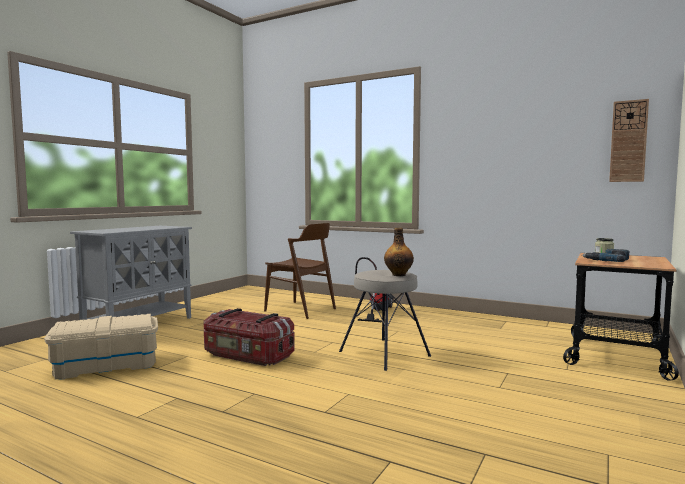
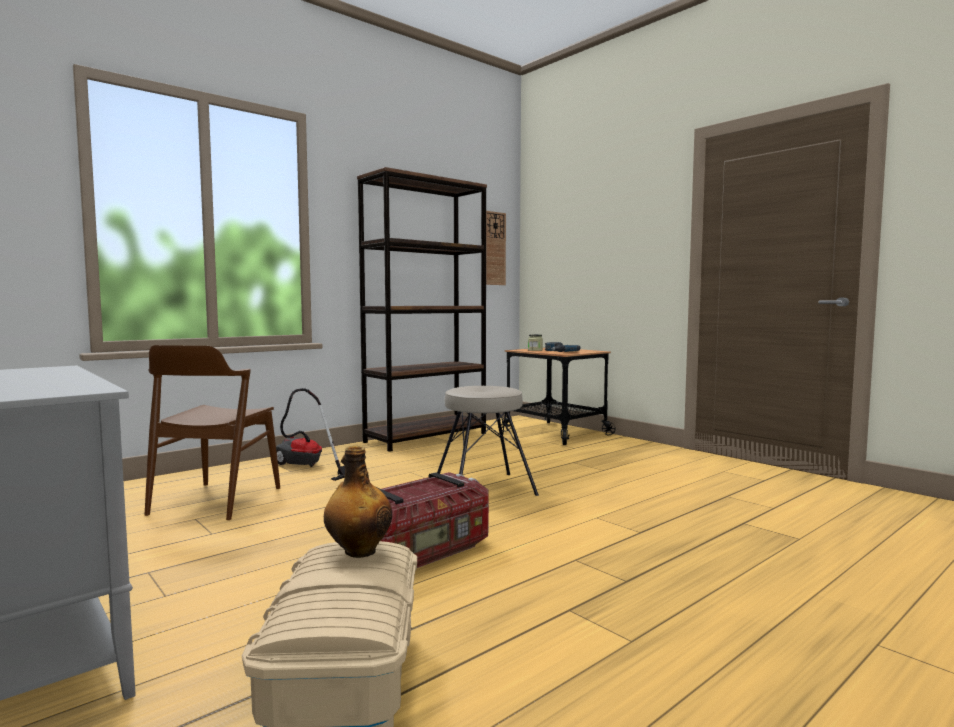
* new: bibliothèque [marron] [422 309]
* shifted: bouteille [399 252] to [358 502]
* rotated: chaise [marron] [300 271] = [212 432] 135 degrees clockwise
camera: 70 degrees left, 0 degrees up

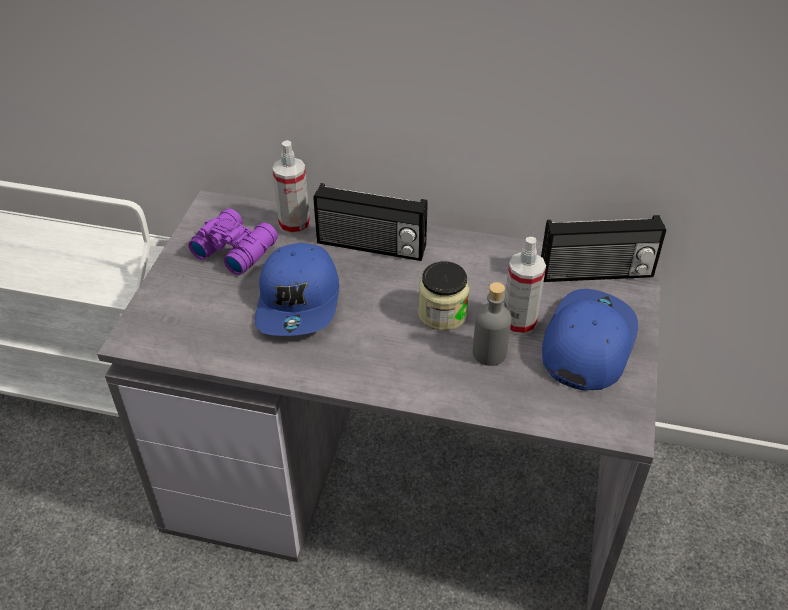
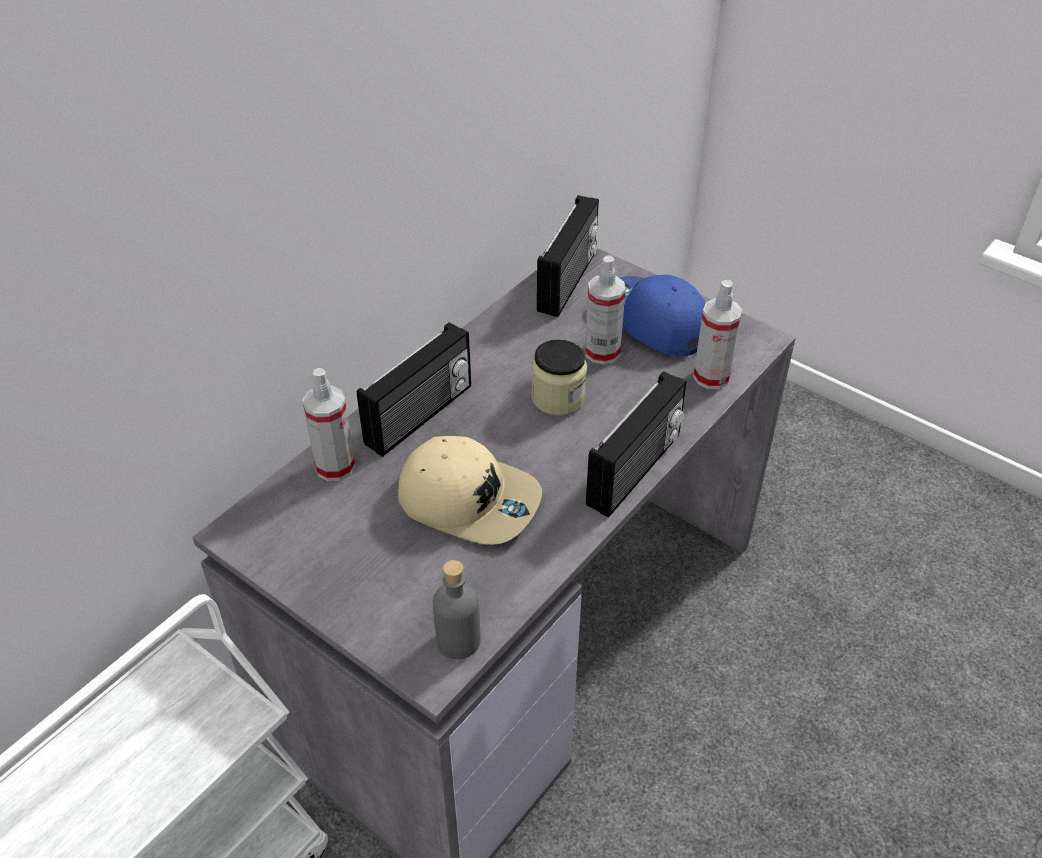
* gone: jumelles [violet] [233 242]
* new: radio [636 444]
* new: vaporisateur [717 334]
* shifted: bouteille [gris] [492 324] to [456 609]
* repainted: casquette [bleu] [297 289] to casquette [beige] [470 490]
camera: 65 degrees left, 0 degrees up

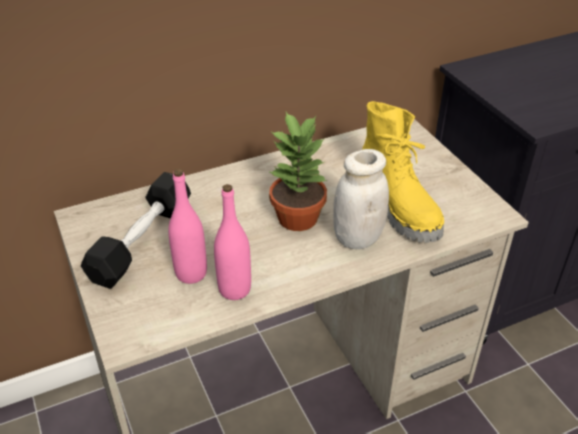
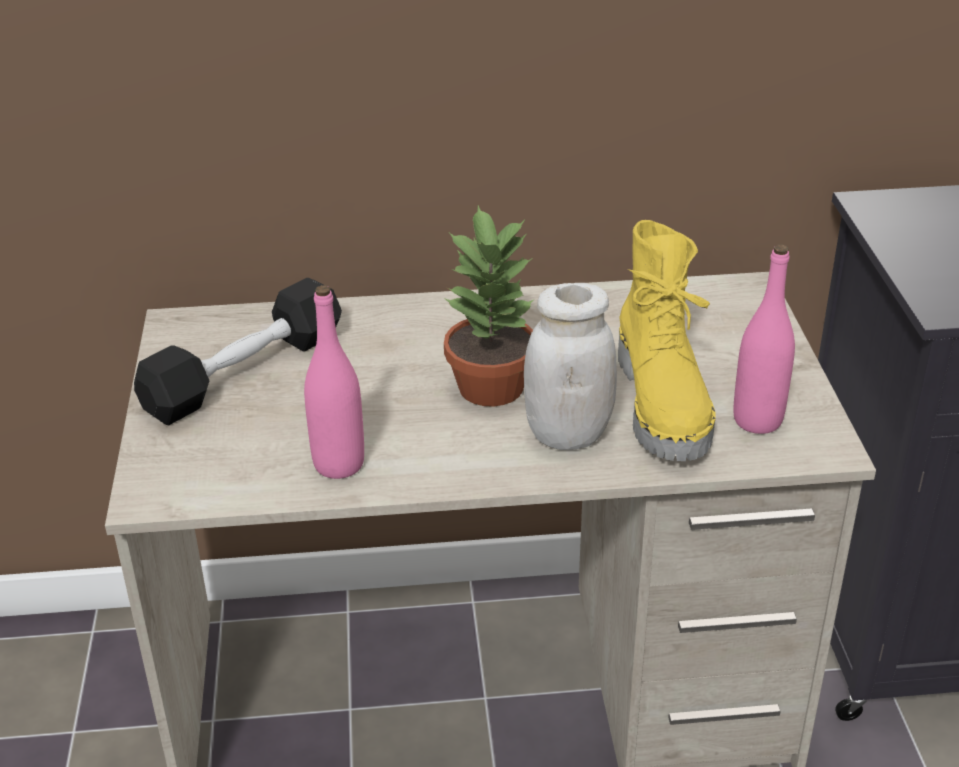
* shifted: bouteille [rose] [187 226] to [764 339]
camera: 20 degrees right, 5 degrees down

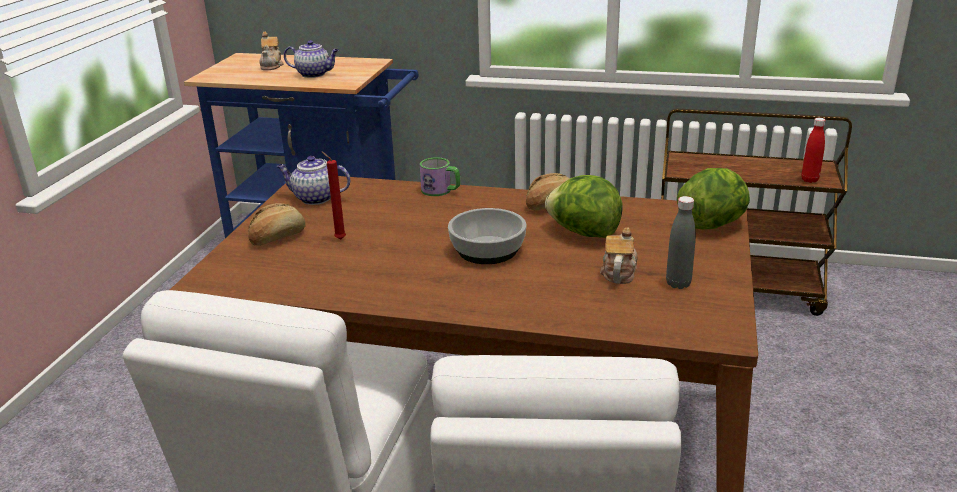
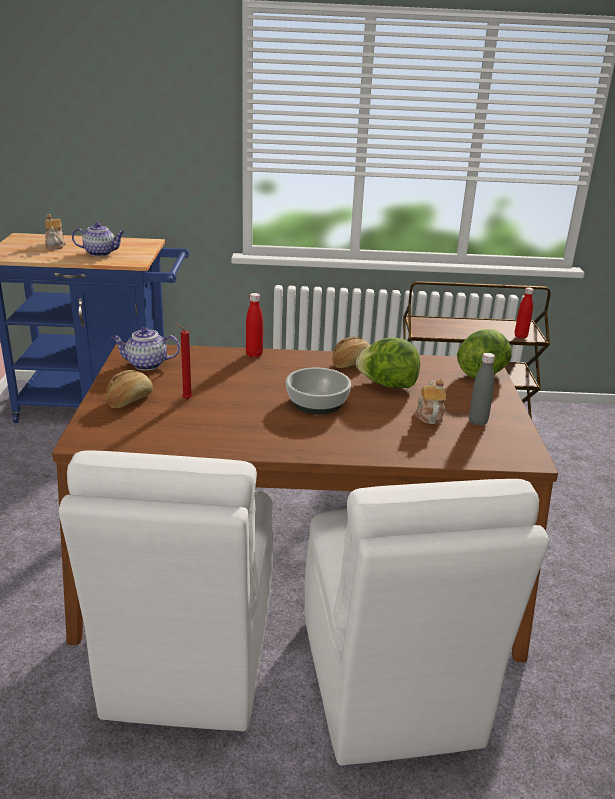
* swapped: mug [440 176] to bouteille [rouge] [254 325]
camera: 15 degrees left, 0 degrees up

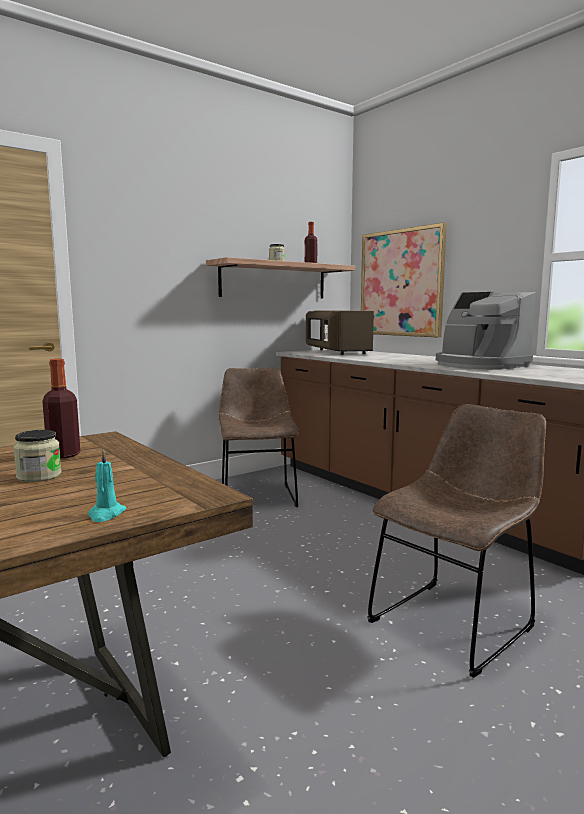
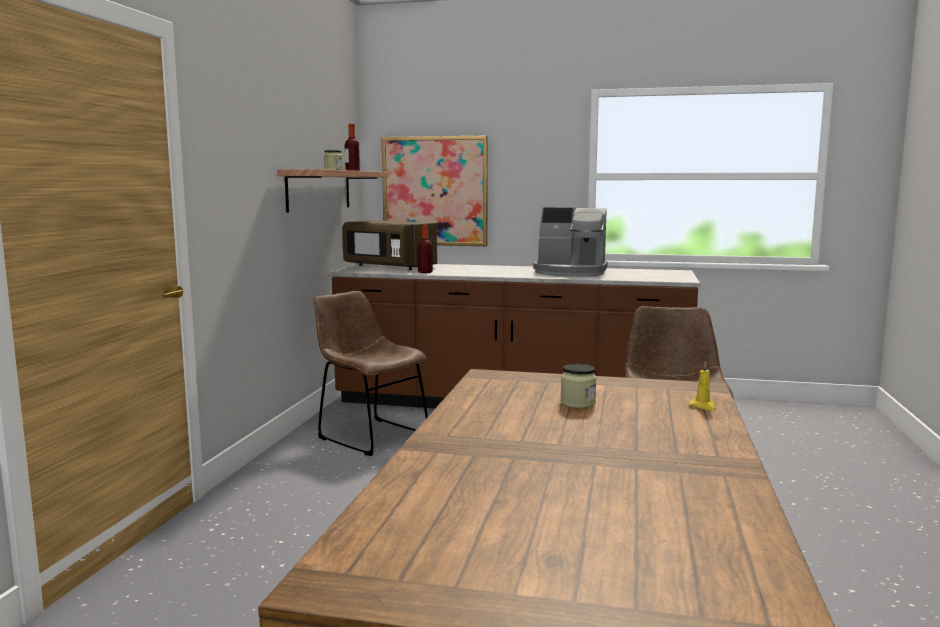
* shifted: bouteille [61 409] to [425 249]
* repainted: bougie [turquoise] [107 485] to bougie [jaune] [703 386]
camera: 40 degrees left, 0 degrees up

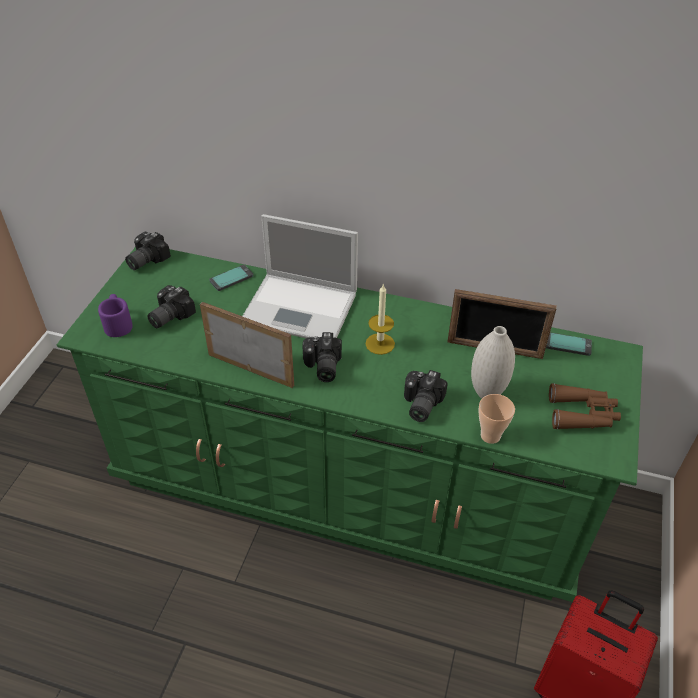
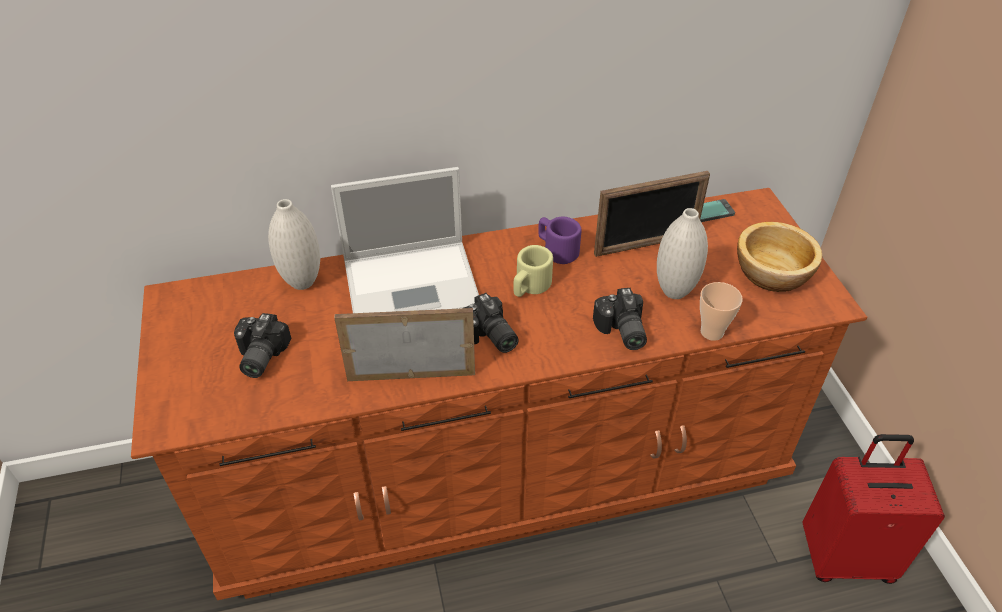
* gone: appareil photo [148 251]
* shifted: mug [violet] [115 315] to [560 240]
* swapped: téléphone [231 278] to vase [blanc] [294 244]
* swapped: bougie [380 320] to mug [beige] [533 271]
* swapped: jumelles [marron] [585 406] to bol [779 257]
* repainted: commode [vert] [349 424] to commode [marron] [499 394]
camera: 30 degrees left, 0 degrees up

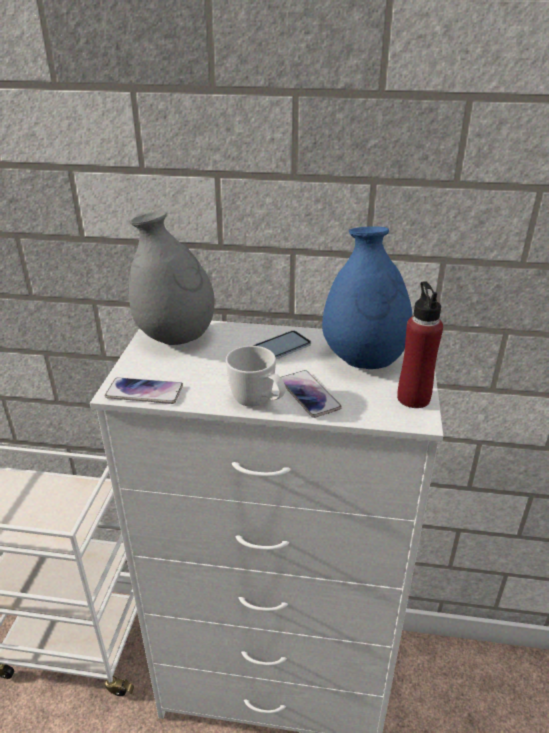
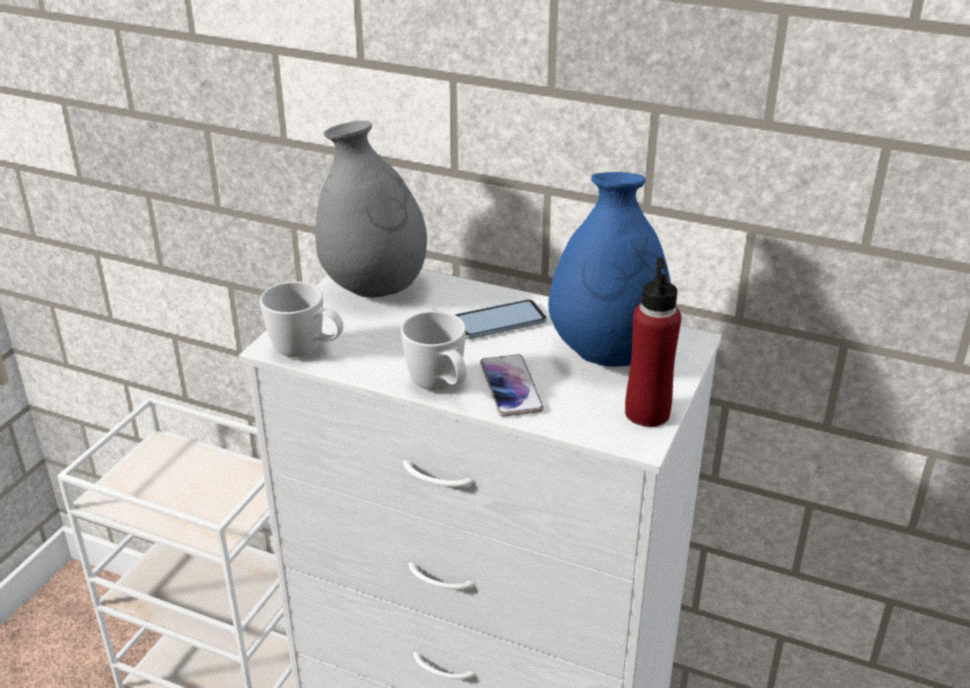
* swapped: téléphone [144 390] to mug [blanc] [301 319]
camera: 15 degrees right, 0 degrees up

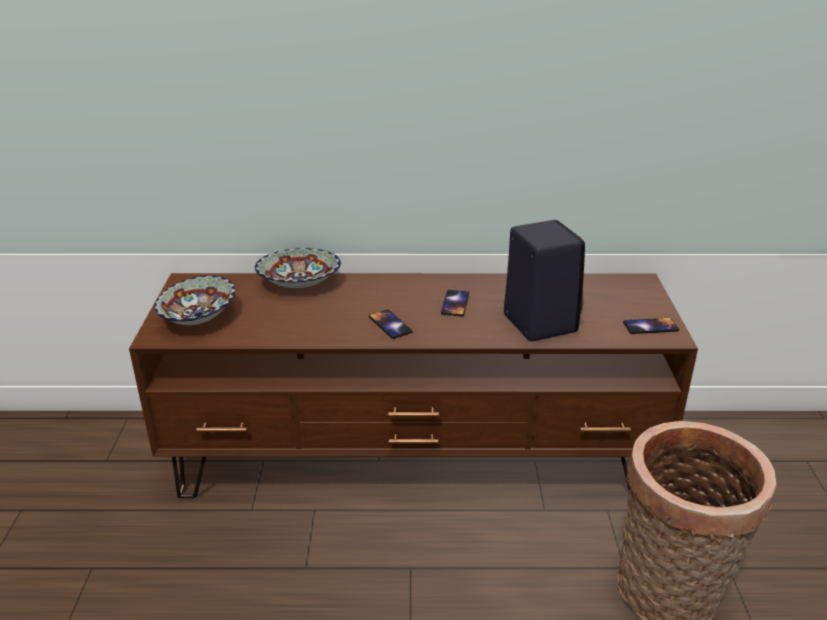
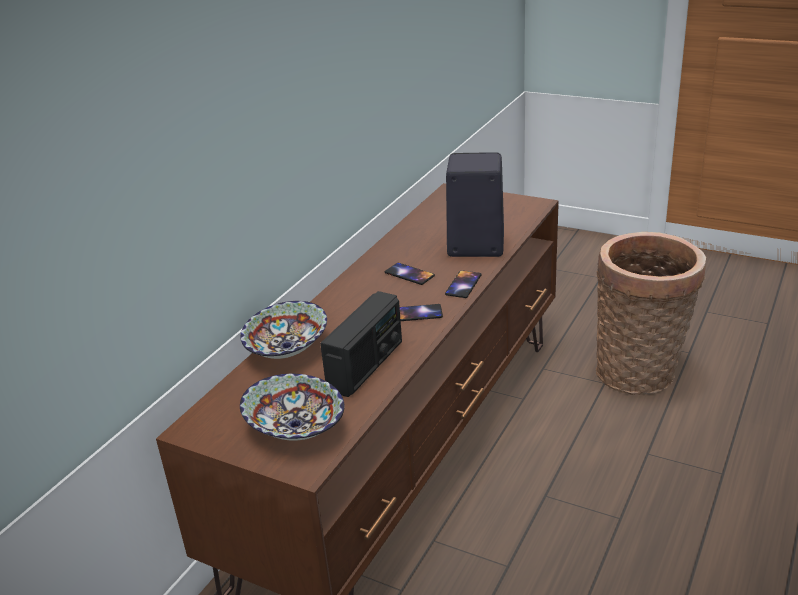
* new: radio [361 344]
* shifted: téléphone [651 326] to [463 284]
camera: 60 degrees left, 0 degrees up

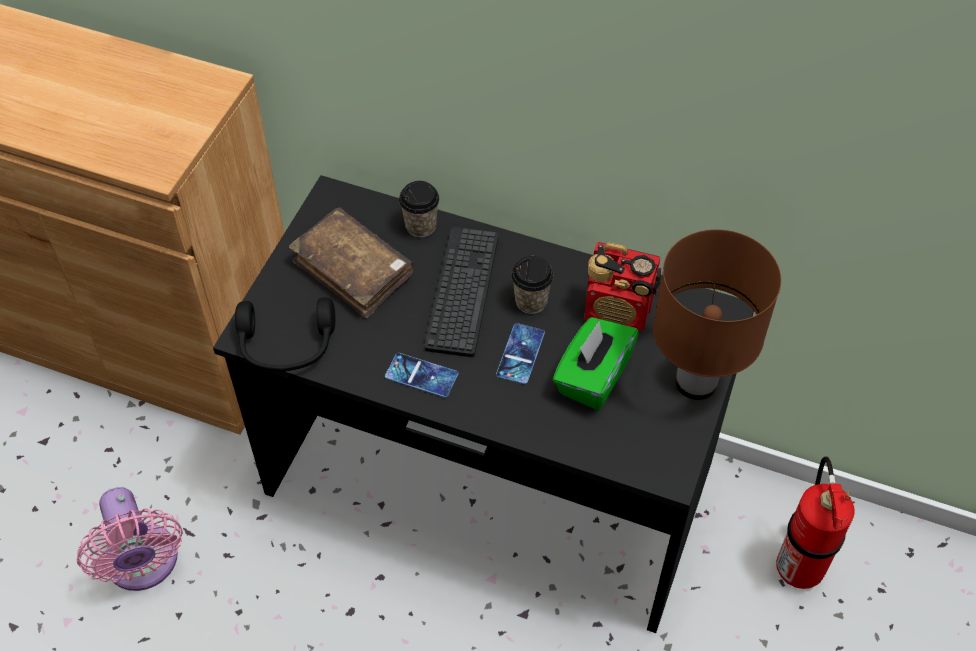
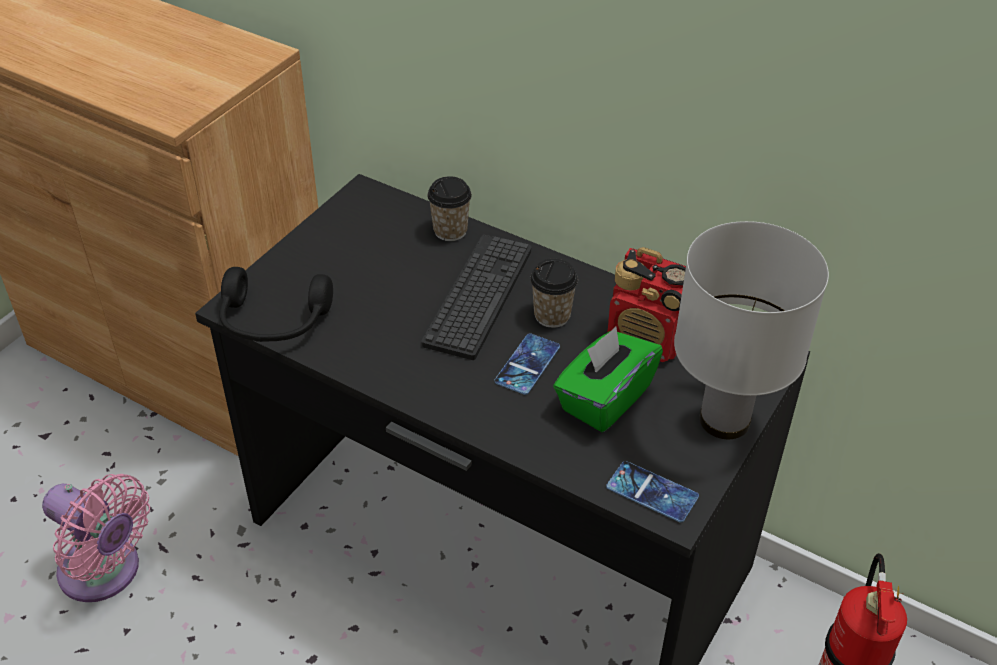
* gone: livre [marron] [351 263]
* shifted: téléphone [421 375] to [652 491]
* repainted: lampe de table [marron] [717 314] to lampe de table [blanc] [751 330]
* rotated: ventilateur [rose] [130 539] = [96 538] 45 degrees counterclockwise
camera: 10 degrees right, 10 degrees down

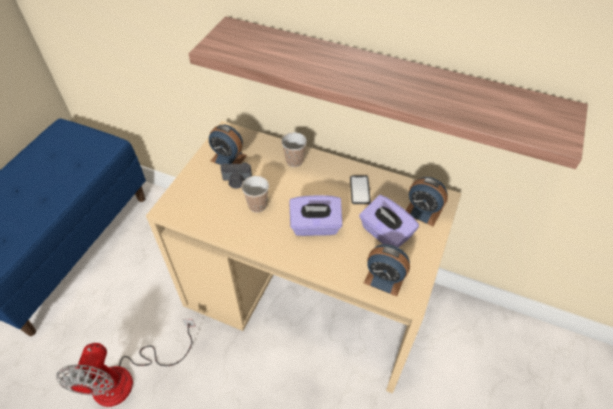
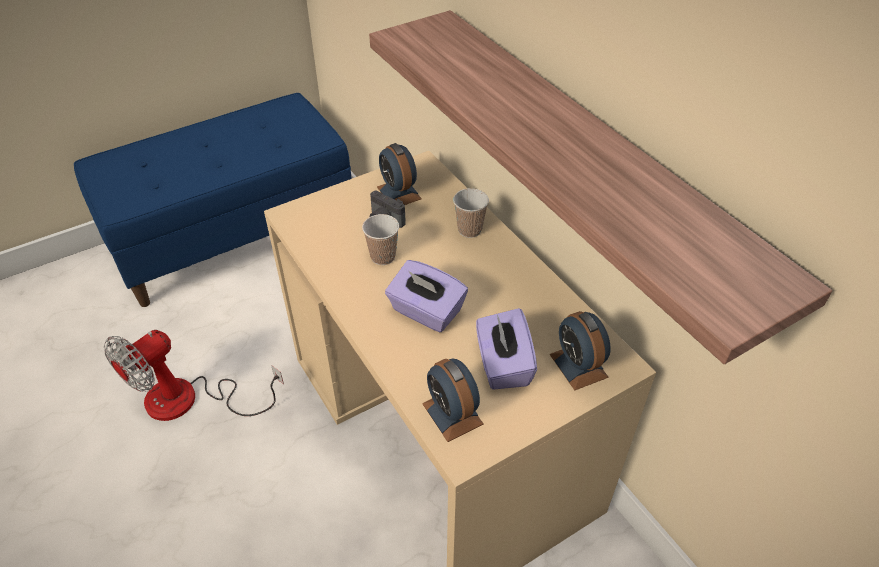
* gone: téléphone [360 190]
camera: 35 degrees right, 5 degrees down

